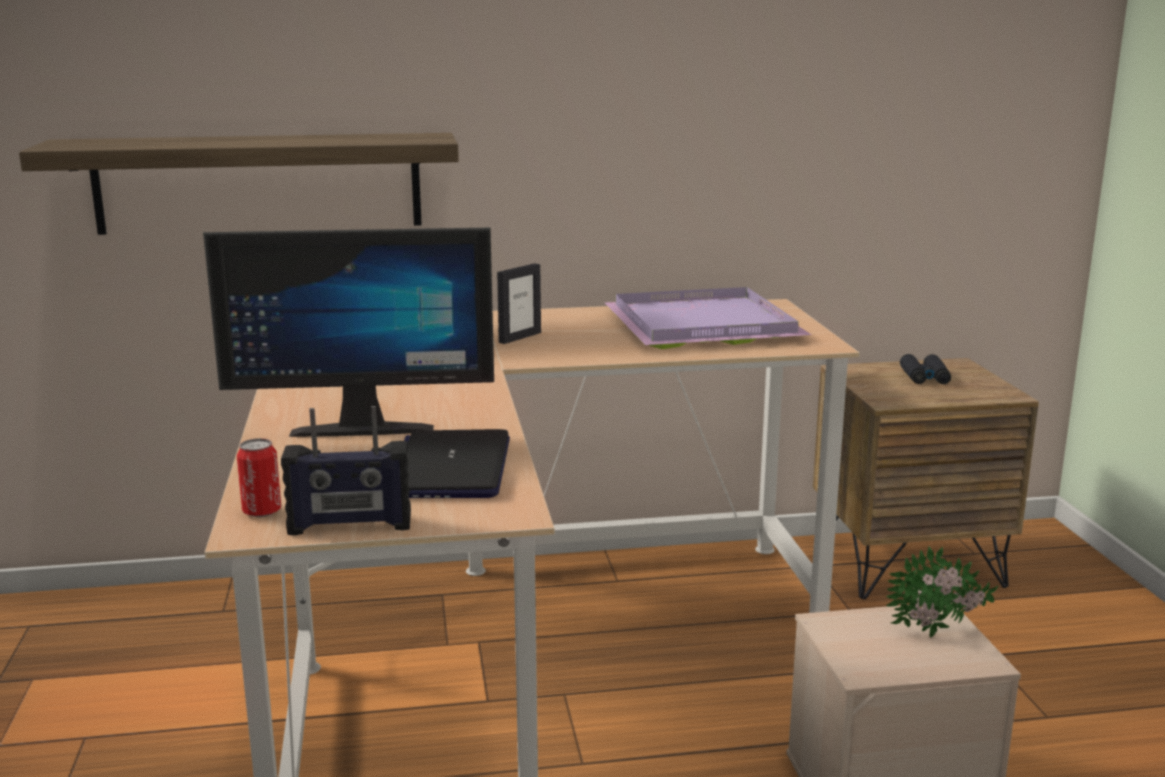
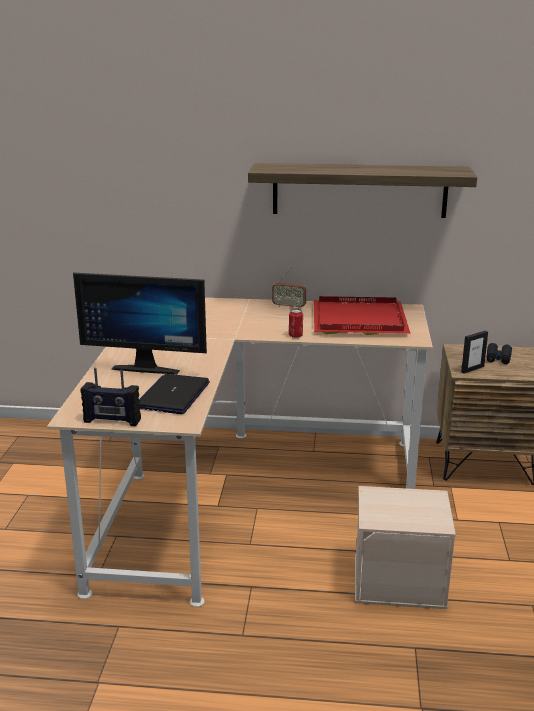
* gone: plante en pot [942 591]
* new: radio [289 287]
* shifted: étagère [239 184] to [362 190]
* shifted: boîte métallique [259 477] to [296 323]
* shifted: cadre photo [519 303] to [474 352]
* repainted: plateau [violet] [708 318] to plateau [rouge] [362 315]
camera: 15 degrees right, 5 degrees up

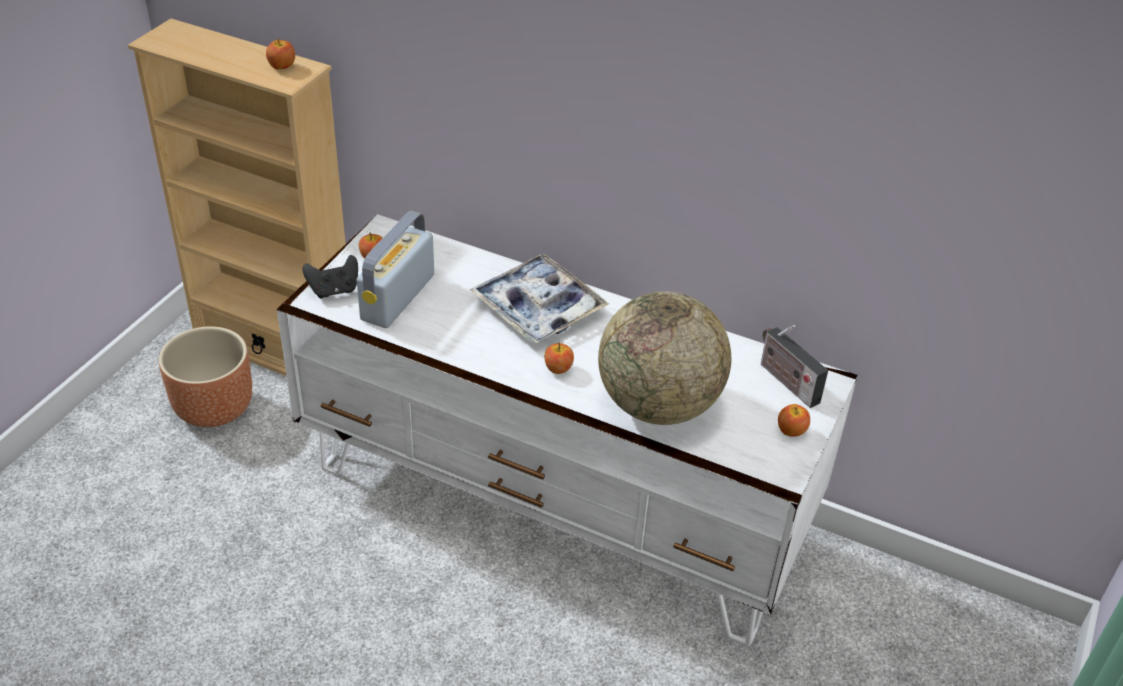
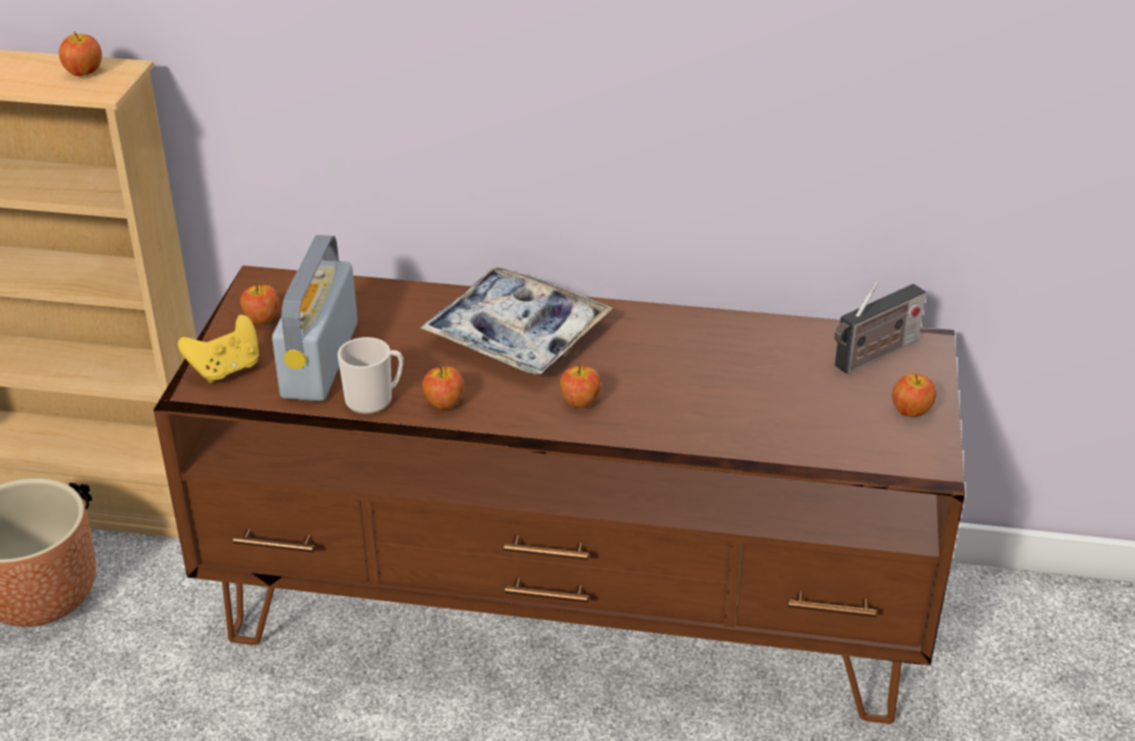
* gone: globe [664 358]
* new: mug [370 375]
* new: pomme [443 387]
* repainted: meuble télé [blanc] [567 430] to meuble télé [marron] [559 494]
* repainted: manette [noir] [330 276] to manette [jaune] [218 349]
* rotated: radio [794 366] = [880 327] 75 degrees counterclockwise
camera: 15 degrees left, 5 degrees down

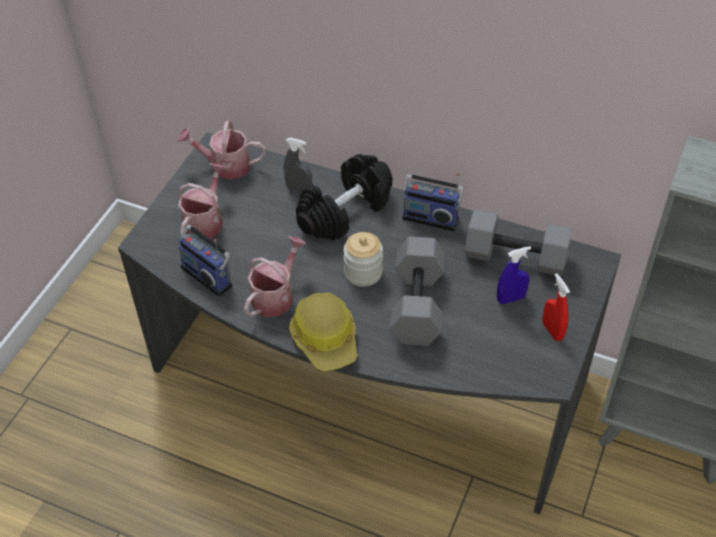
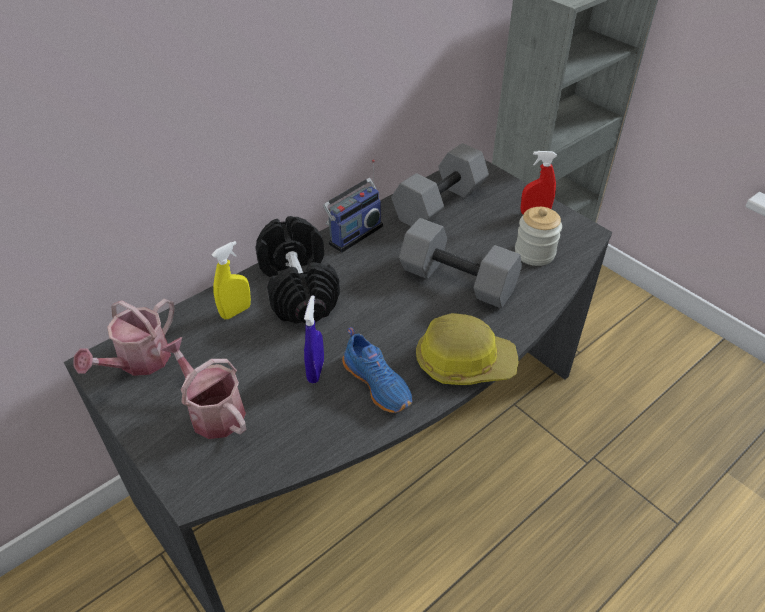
* gone: radio [205 261]
* shifted: bocal [363 259] to [538 236]
* shifted: vaporisateur [bleu] [514 275] to [314 339]
* swapped: arrosoir [275 276] to chaussure [bleu] [377 370]
* repainted: vaporisateur [gris] [298 165] to vaporisateur [jaune] [231 280]
camera: 65 degrees left, 5 degrees down

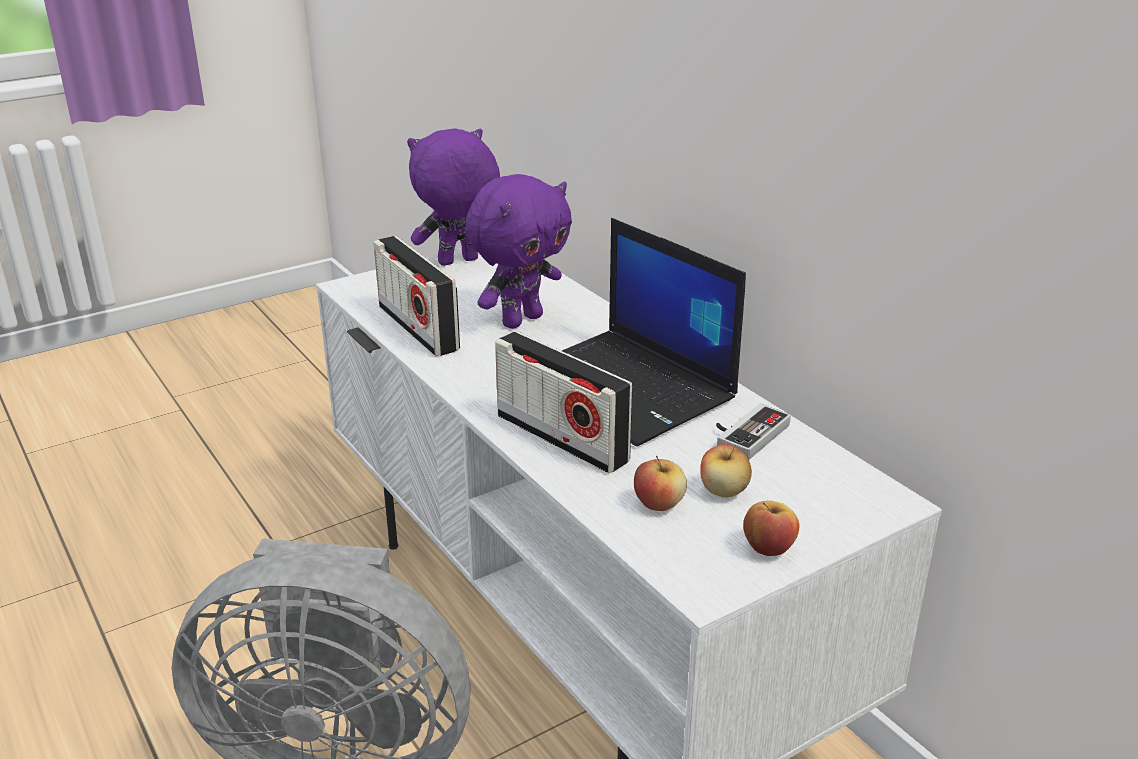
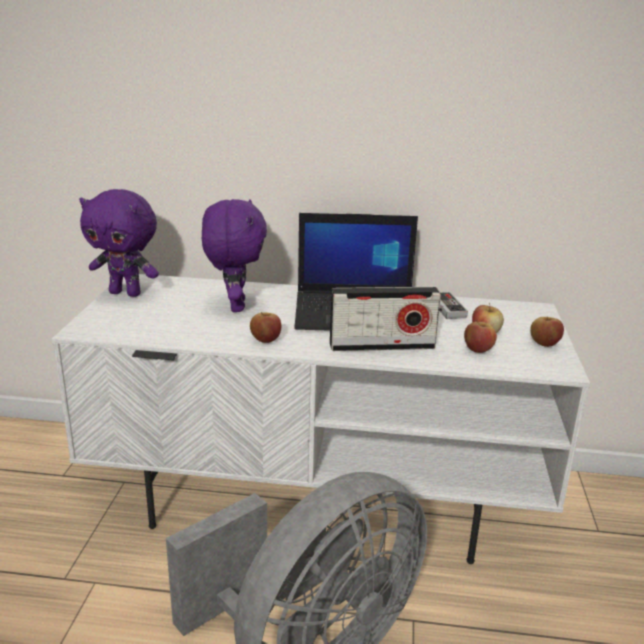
* gone: radio [417 296]
* new: pomme [265 327]
* rotated: peluche [violet] [453 197] = [119 243] 90 degrees counterclockwise
camera: 50 degrees left, 5 degrees down

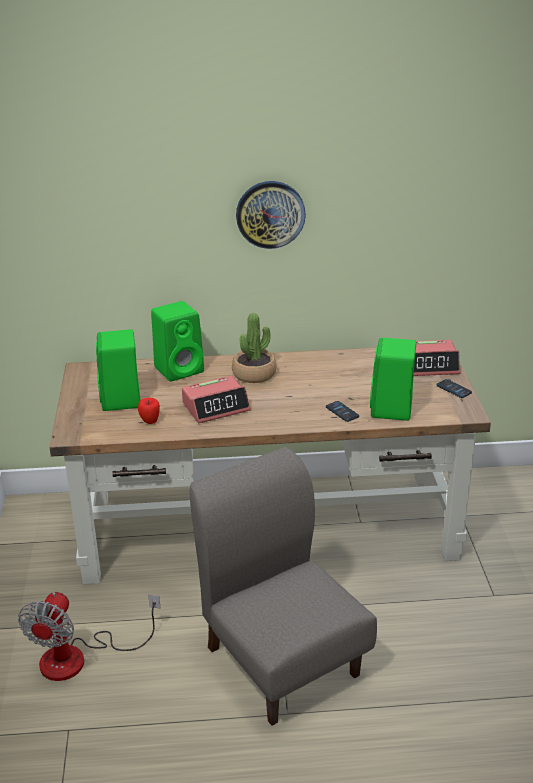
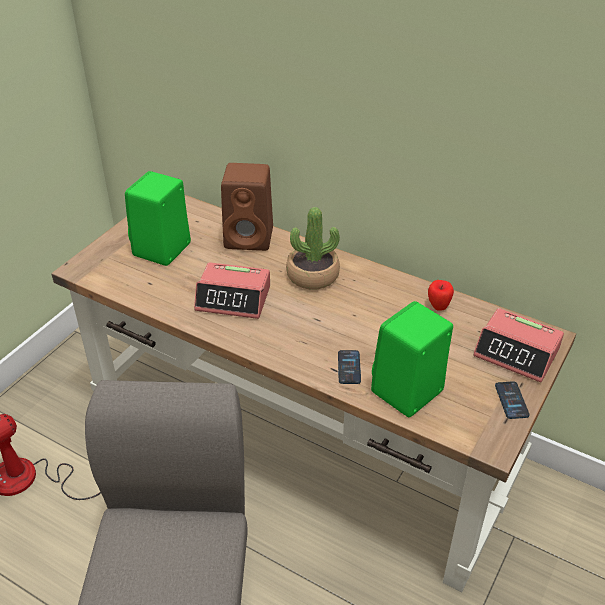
* gone: horloge murale [271 215]
* shifted: pomme [149 411] to [441 295]
* repainted: enceinte [vert] [177 341] to enceinte [marron] [247 207]
camera: 35 degrees right, 10 degrees up

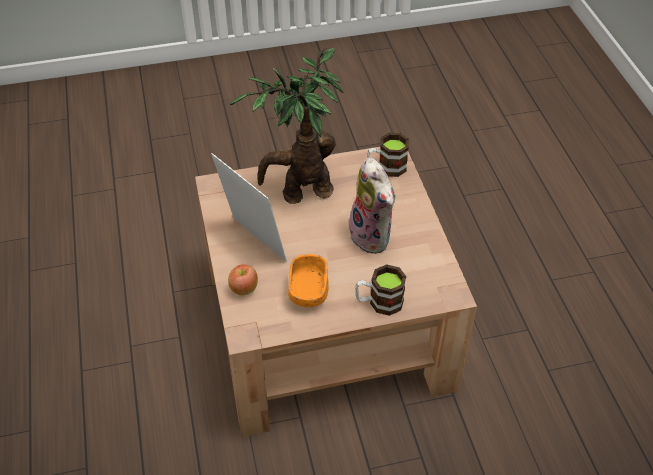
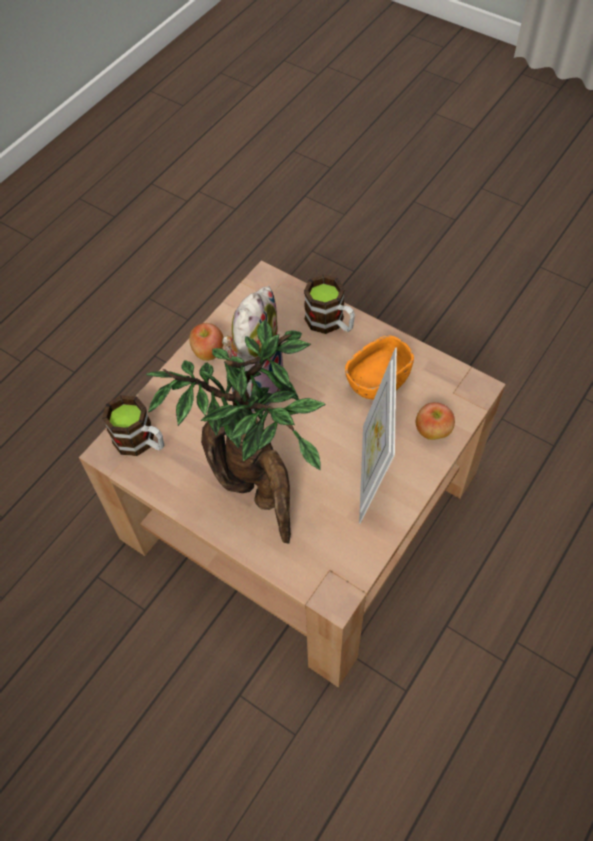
* new: pomme [206 342]
camera: 130 degrees left, 10 degrees up

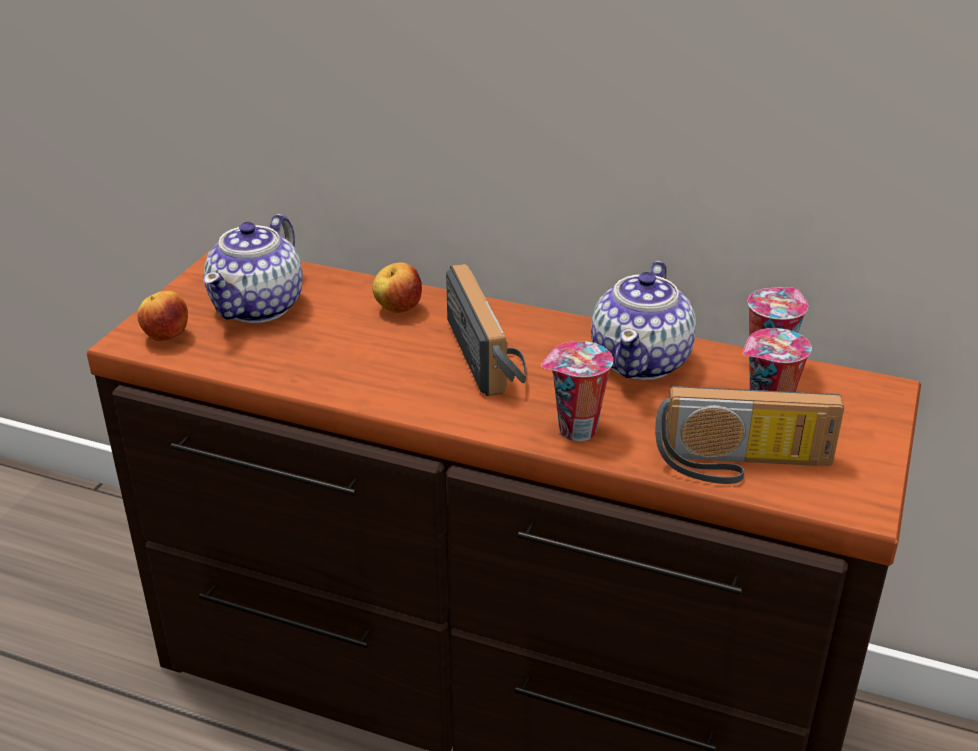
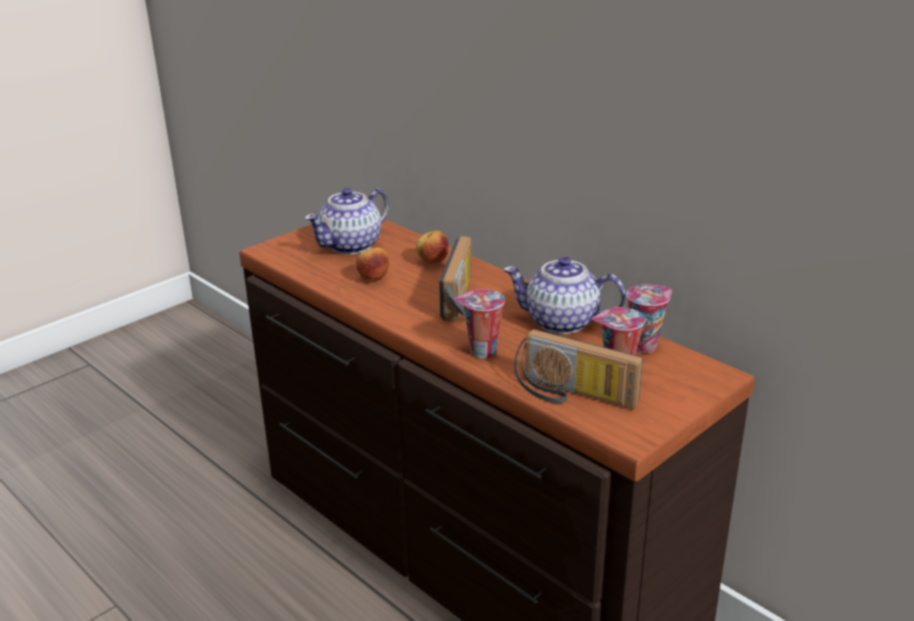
* shifted: pomme [162 315] to [372 263]
* rotated: théière [643 320] = [564 295] 60 degrees clockwise
camera: 25 degrees right, 5 degrees down

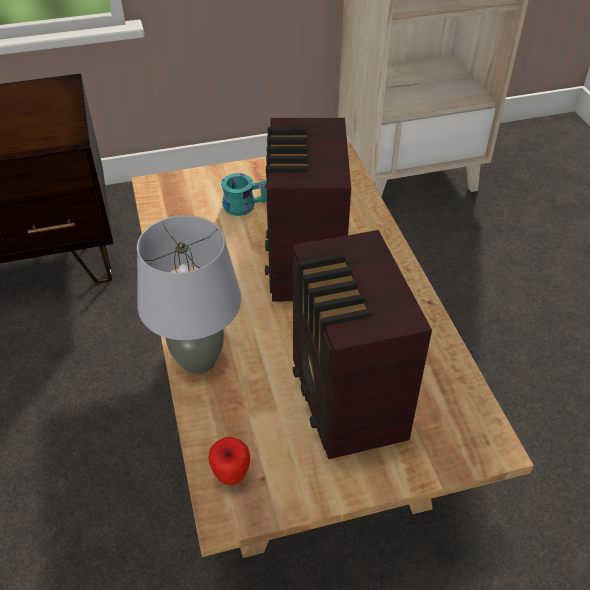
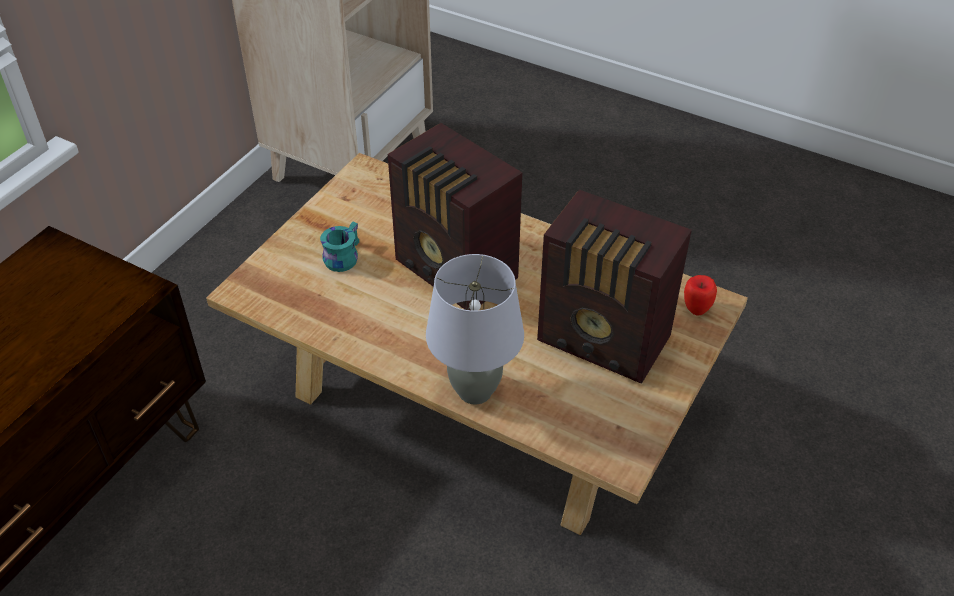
* shifted: pomme [229 461] to [700 295]
camera: 45 degrees left, 0 degrees up

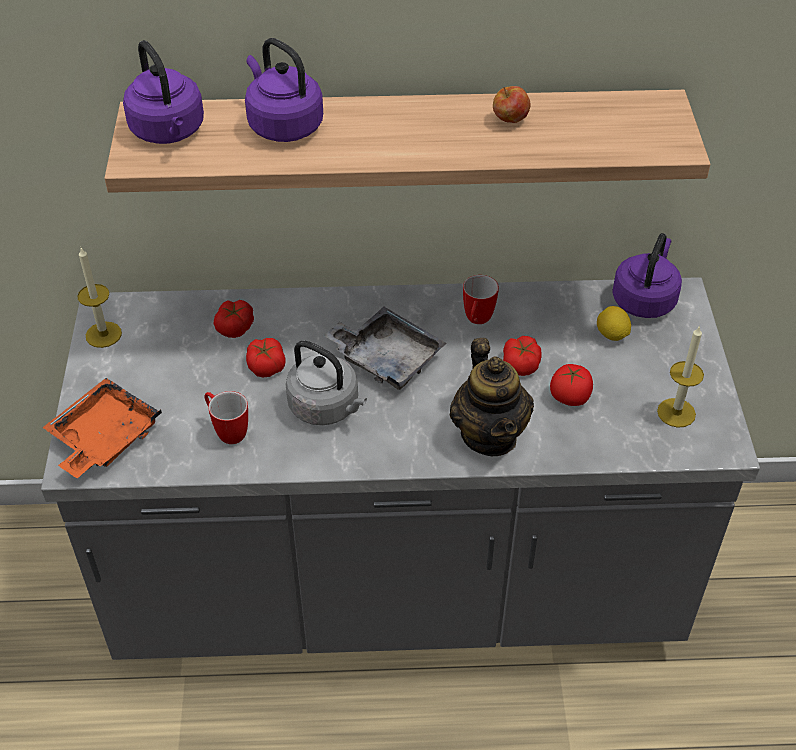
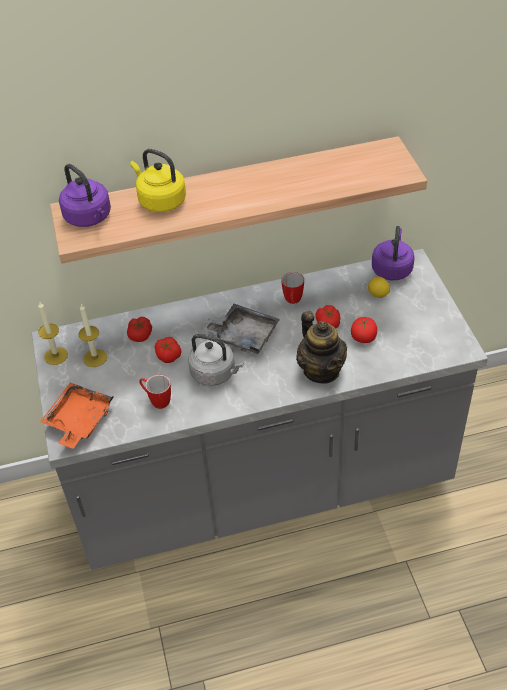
* gone: pomme [512 104]
* shifted: bougie [680 376] to [92 335]
* repainted: bouilloire [violet] [284 90] to bouilloire [jaune] [158 180]
camera: 10 degrees left, 0 degrees up

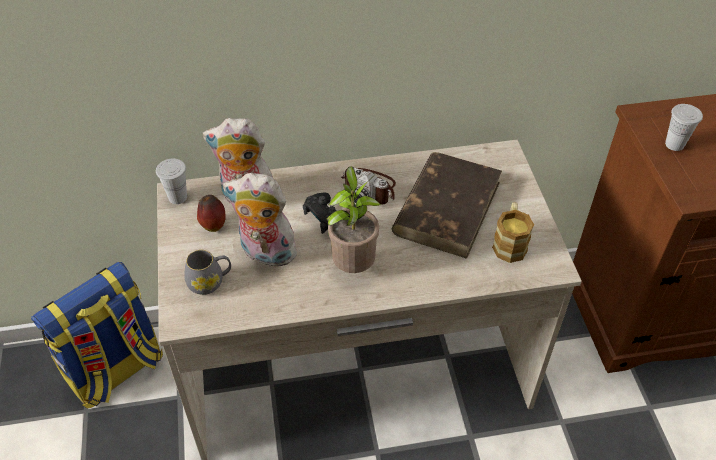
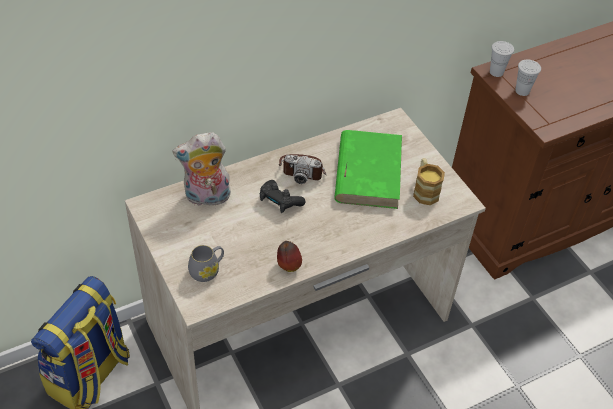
* gone: peluche [260 220]
* gone: plante en pot [354 219]
* shifted: tasse [blanc] [171 181] to [502 59]
* shifted: pomme [211 213] to [289 256]
* repainted: livre [marron] [447 205] to livre [vert] [368 169]
camera: 20 degrees left, 0 degrees up

